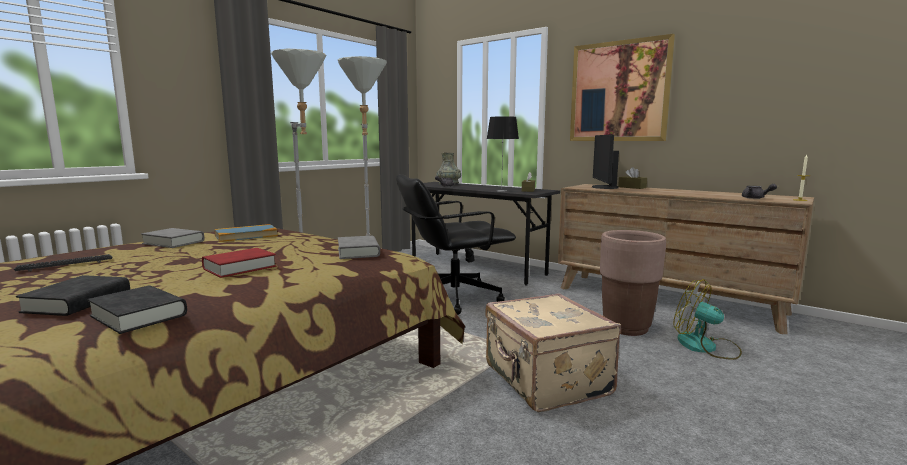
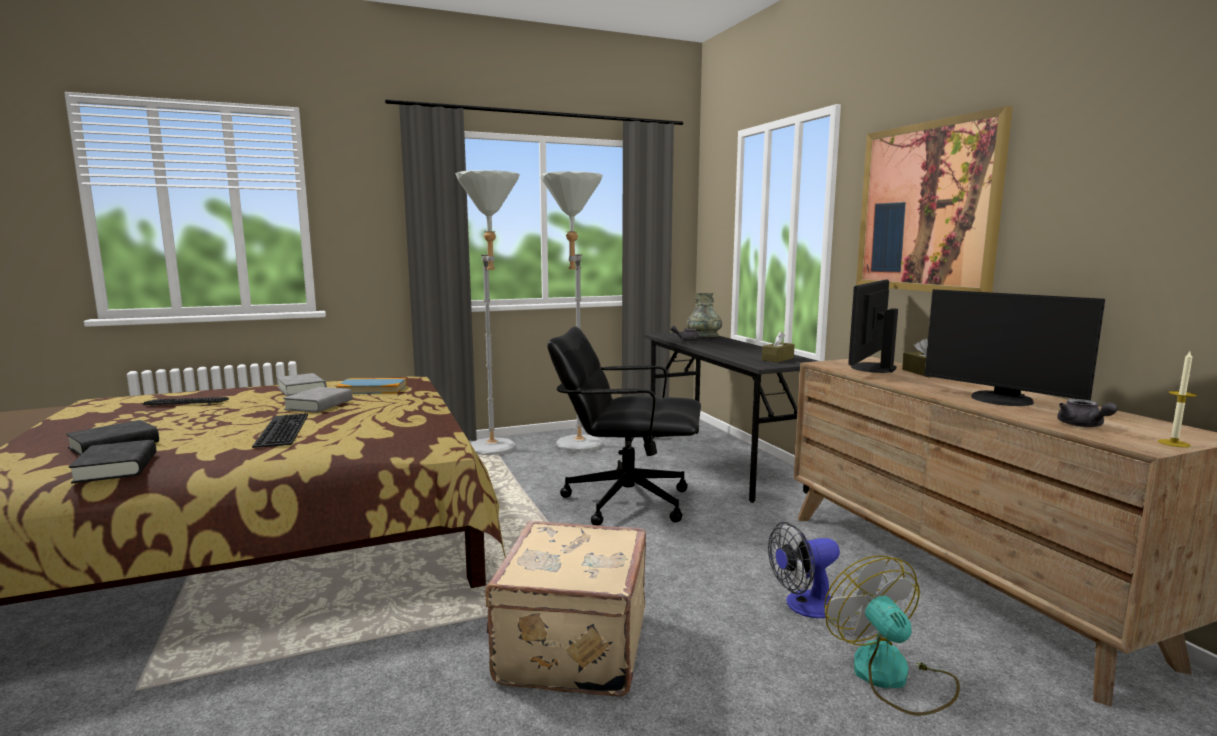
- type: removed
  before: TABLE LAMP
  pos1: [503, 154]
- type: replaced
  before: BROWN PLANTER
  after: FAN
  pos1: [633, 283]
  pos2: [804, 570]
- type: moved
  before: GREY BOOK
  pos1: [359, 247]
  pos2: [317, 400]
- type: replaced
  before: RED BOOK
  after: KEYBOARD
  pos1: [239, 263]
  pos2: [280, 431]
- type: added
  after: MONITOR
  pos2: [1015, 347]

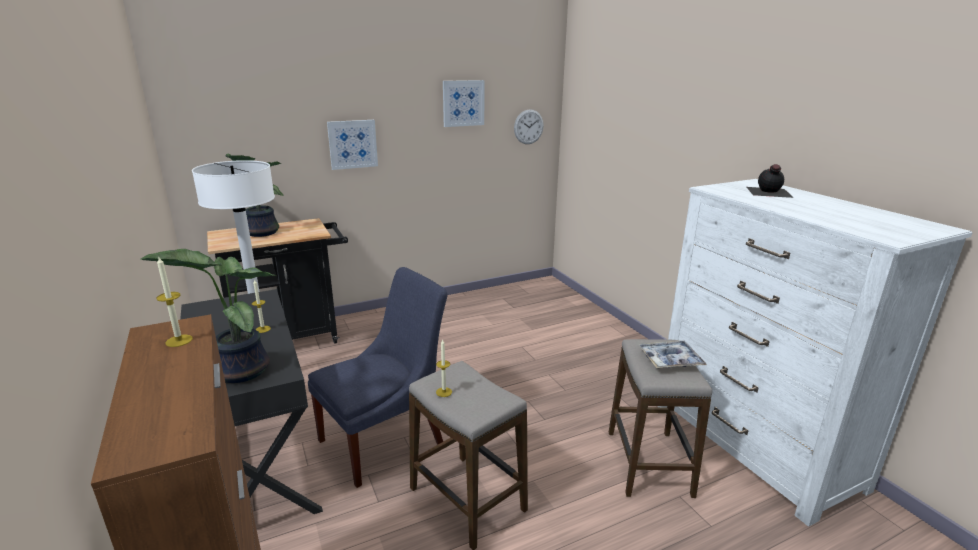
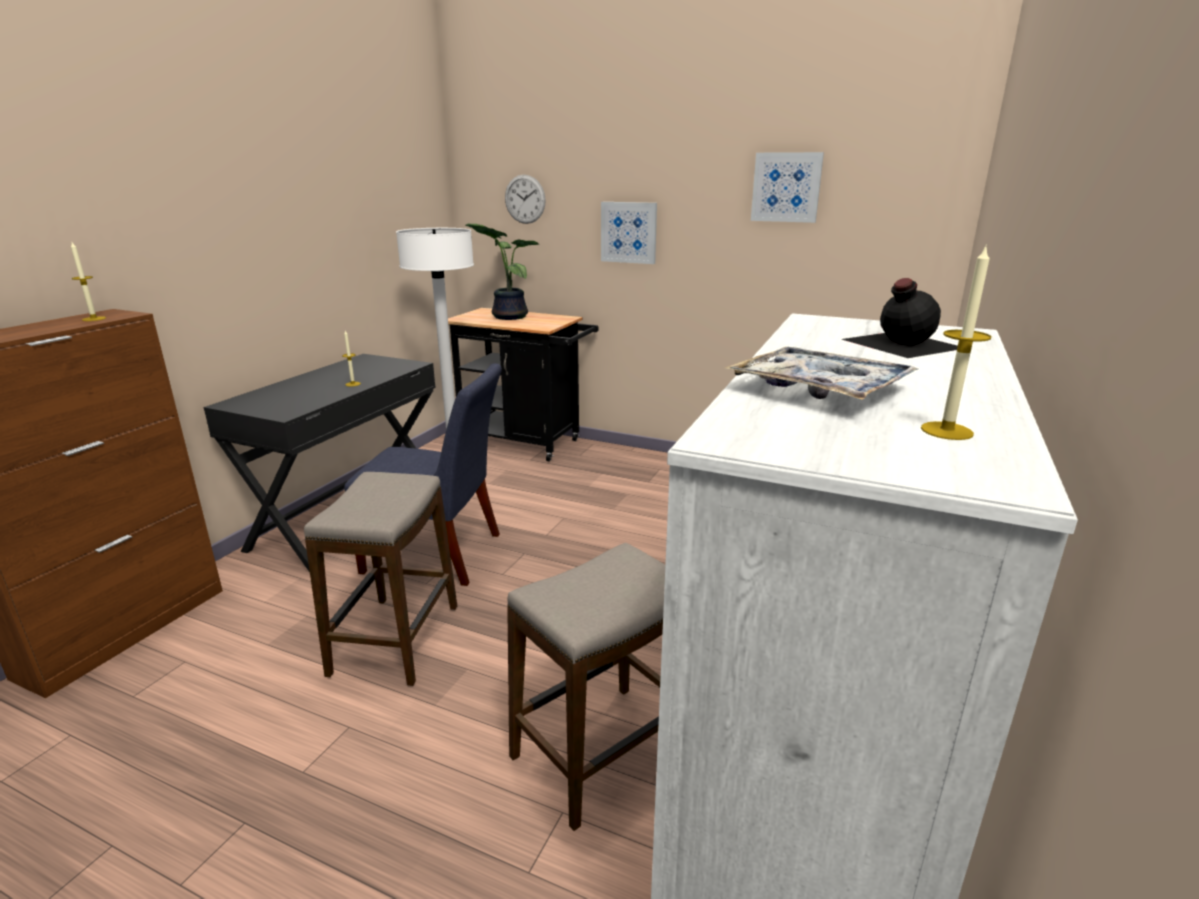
- type: moved
  before: WALL CLOCK
  pos1: [529, 126]
  pos2: [525, 199]
- type: removed
  before: POTTED PLANT
  pos1: [208, 316]
- type: moved
  before: CANDLE
  pos1: [444, 368]
  pos2: [956, 343]
- type: moved
  before: TRAY
  pos1: [672, 355]
  pos2: [821, 373]

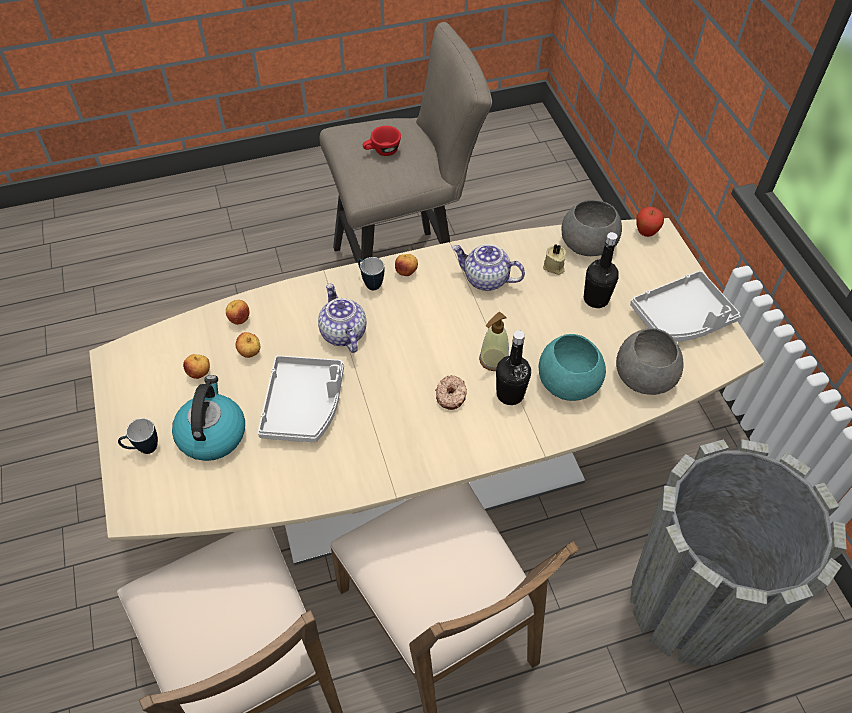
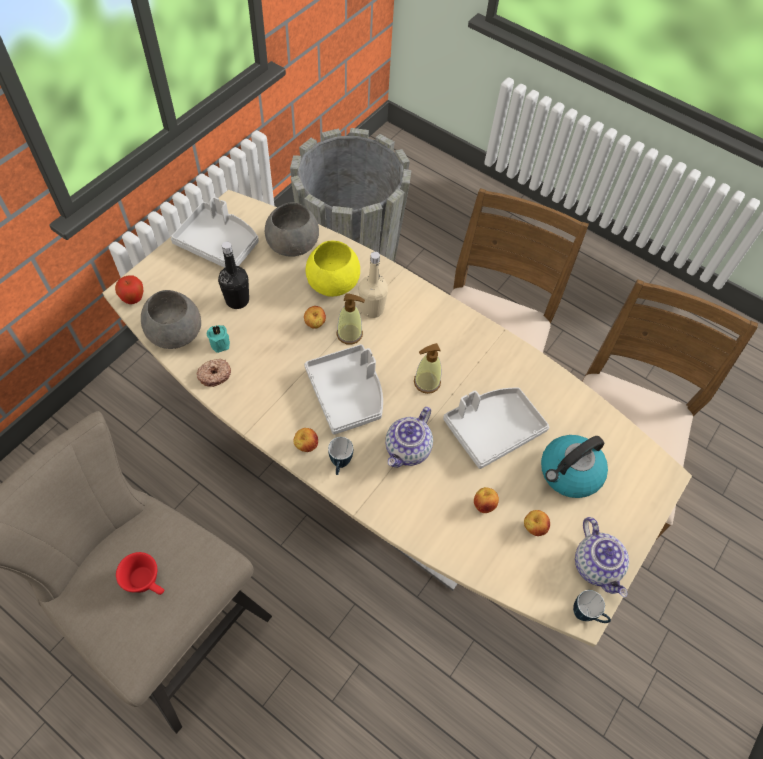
- type: moved
  before: TEAPOT
  pos1: [488, 267]
  pos2: [602, 557]
- type: recoloured
  before: BEIGE CANDLE
  after: TURQUOISE CANDLE
  pos1: [554, 259]
  pos2: [218, 339]
- type: moved
  before: APPLE
  pos1: [237, 312]
  pos2: [315, 317]
- type: recoloured
  before: BLACK BOTTLE
  after: BEIGE BOTTLE
  pos1: [513, 367]
  pos2: [373, 285]
- type: recoloured
  before: TURQUOISE BOWL
  after: YELLOW BOWL
  pos1: [572, 367]
  pos2: [333, 269]
- type: moved
  before: DONUT
  pos1: [451, 392]
  pos2: [213, 373]
- type: moved
  before: MUG
  pos1: [138, 436]
  pos2: [592, 606]
- type: added
  after: SOAP DISPENSER
  pos2: [427, 368]
- type: added
  after: GREY TRAY
  pos2: [343, 389]

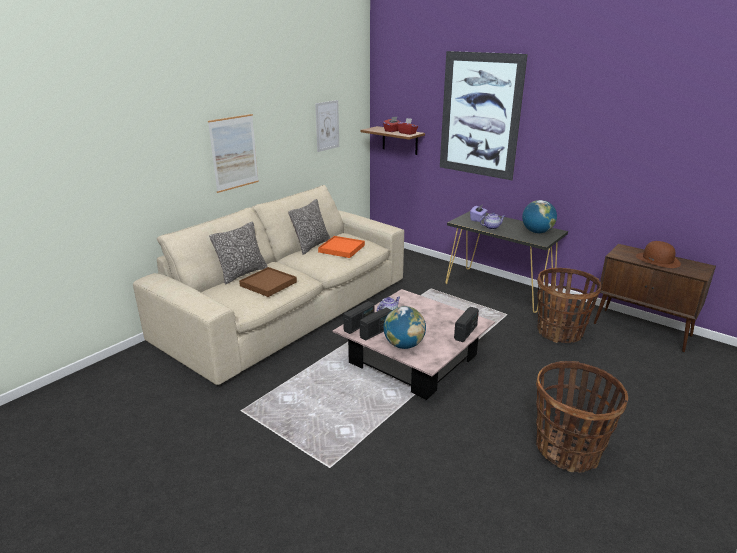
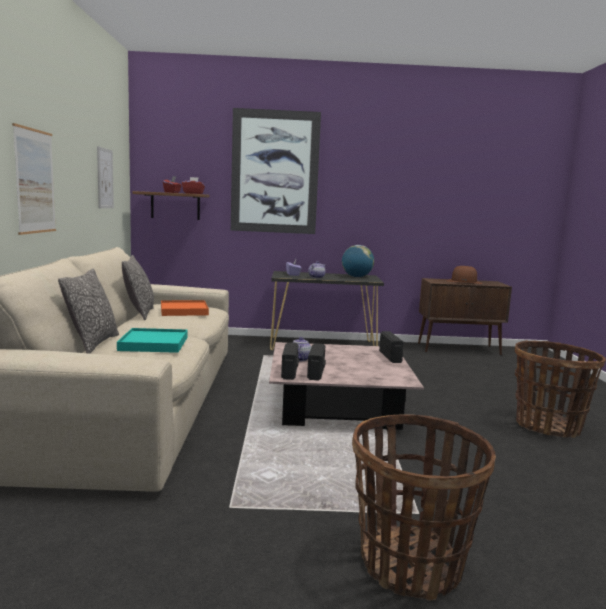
- type: recoloured
  before: BROWN TRAY
  after: TURQUOISE TRAY
  pos1: [268, 282]
  pos2: [152, 340]
- type: moved
  before: BASKET
  pos1: [569, 305]
  pos2: [424, 507]
- type: removed
  before: GLOBE
  pos1: [404, 327]

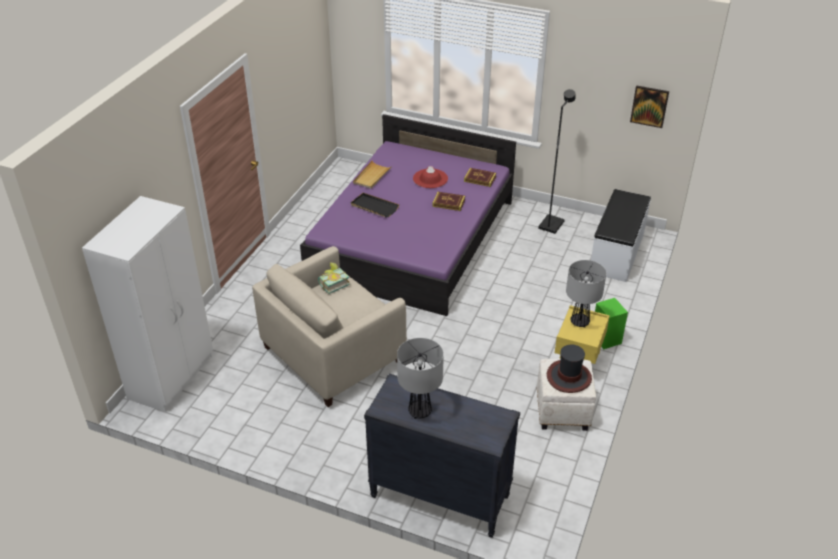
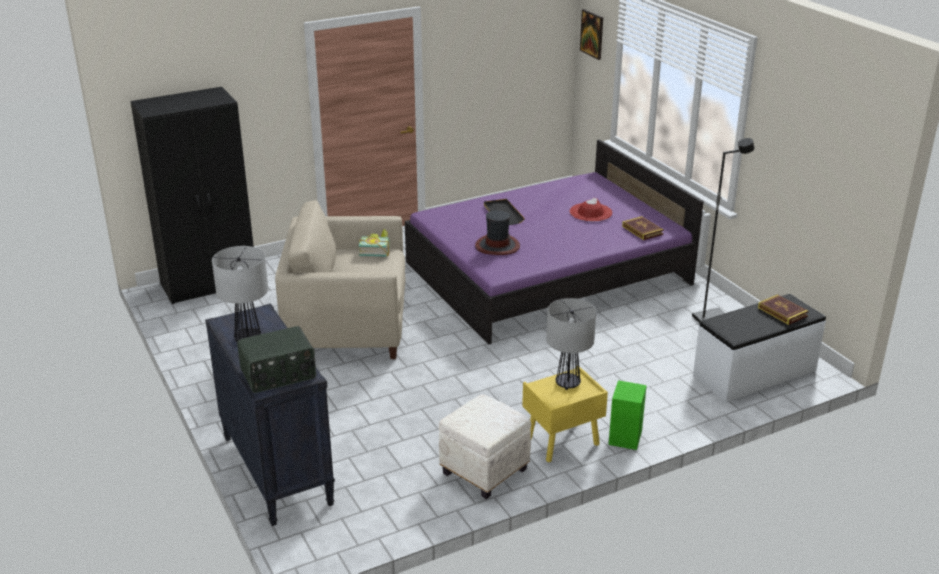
- type: moved
  before: PICTURE
  pos1: [649, 106]
  pos2: [591, 34]
- type: removed
  before: BEIGE TRAY
  pos1: [372, 175]
- type: moved
  before: BOOK
  pos1: [449, 201]
  pos2: [783, 309]
- type: recoloured
  before: WHITE WARDROBE
  after: BLACK WARDROBE
  pos1: [147, 304]
  pos2: [192, 195]
- type: moved
  before: HAT
  pos1: [569, 369]
  pos2: [497, 232]
- type: added
  after: RADIO
  pos2: [276, 359]

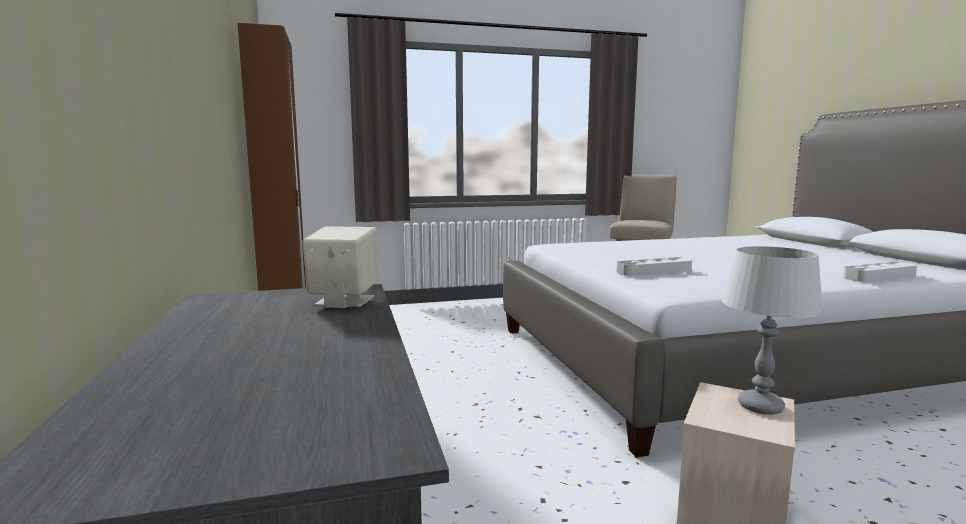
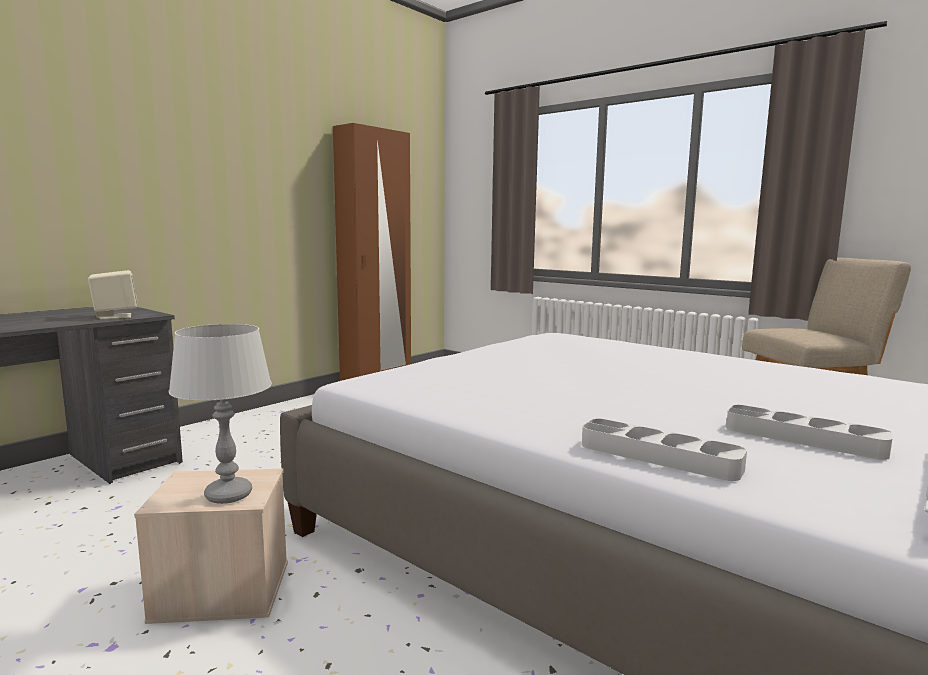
- type: moved
  before: GREY TRAY
  pos1: [654, 266]
  pos2: [809, 432]

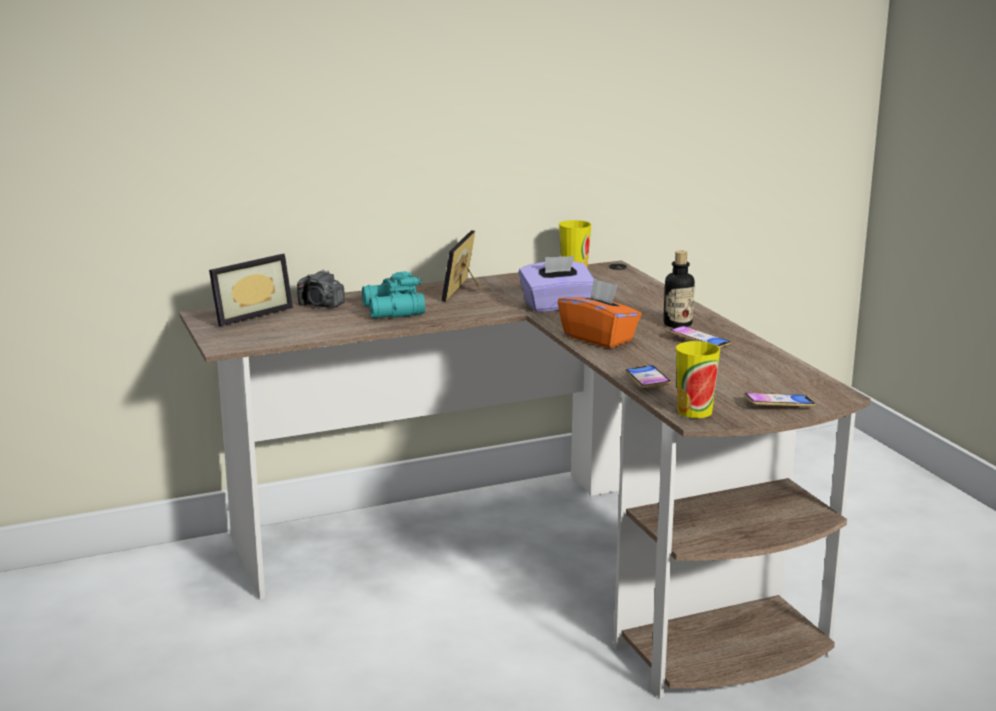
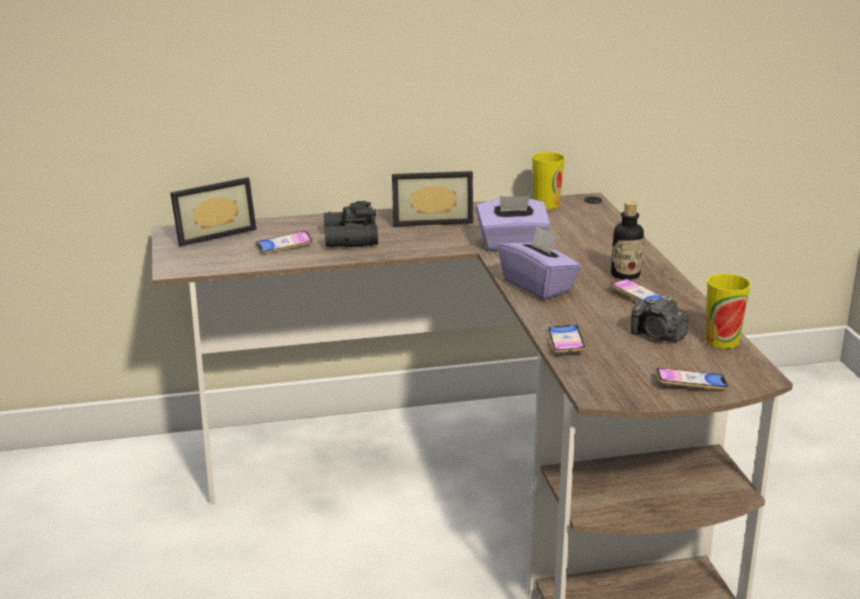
- type: turned
  before: PICTURE FRAME
  pos1: [461, 266]
  pos2: [432, 198]
  turn: -120
- type: moved
  before: PHOTO CAMERA
  pos1: [321, 289]
  pos2: [659, 319]
- type: recoloured
  before: TURQUOISE BINOCULARS
  after: BLACK BINOCULARS
  pos1: [393, 295]
  pos2: [351, 224]
- type: recoloured
  before: ORANGE TISSUE BOX
  after: PURPLE TISSUE BOX
  pos1: [600, 313]
  pos2: [539, 263]
- type: moved
  before: CUP
  pos1: [698, 379]
  pos2: [728, 311]
- type: added
  after: PHONE
  pos2: [284, 242]

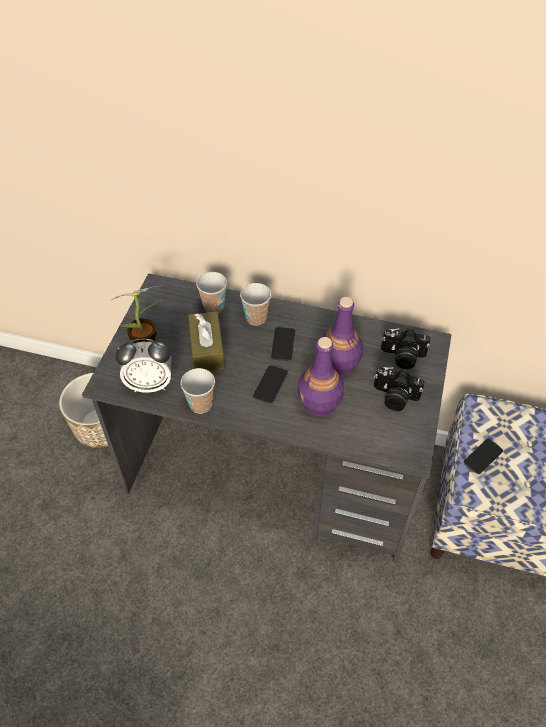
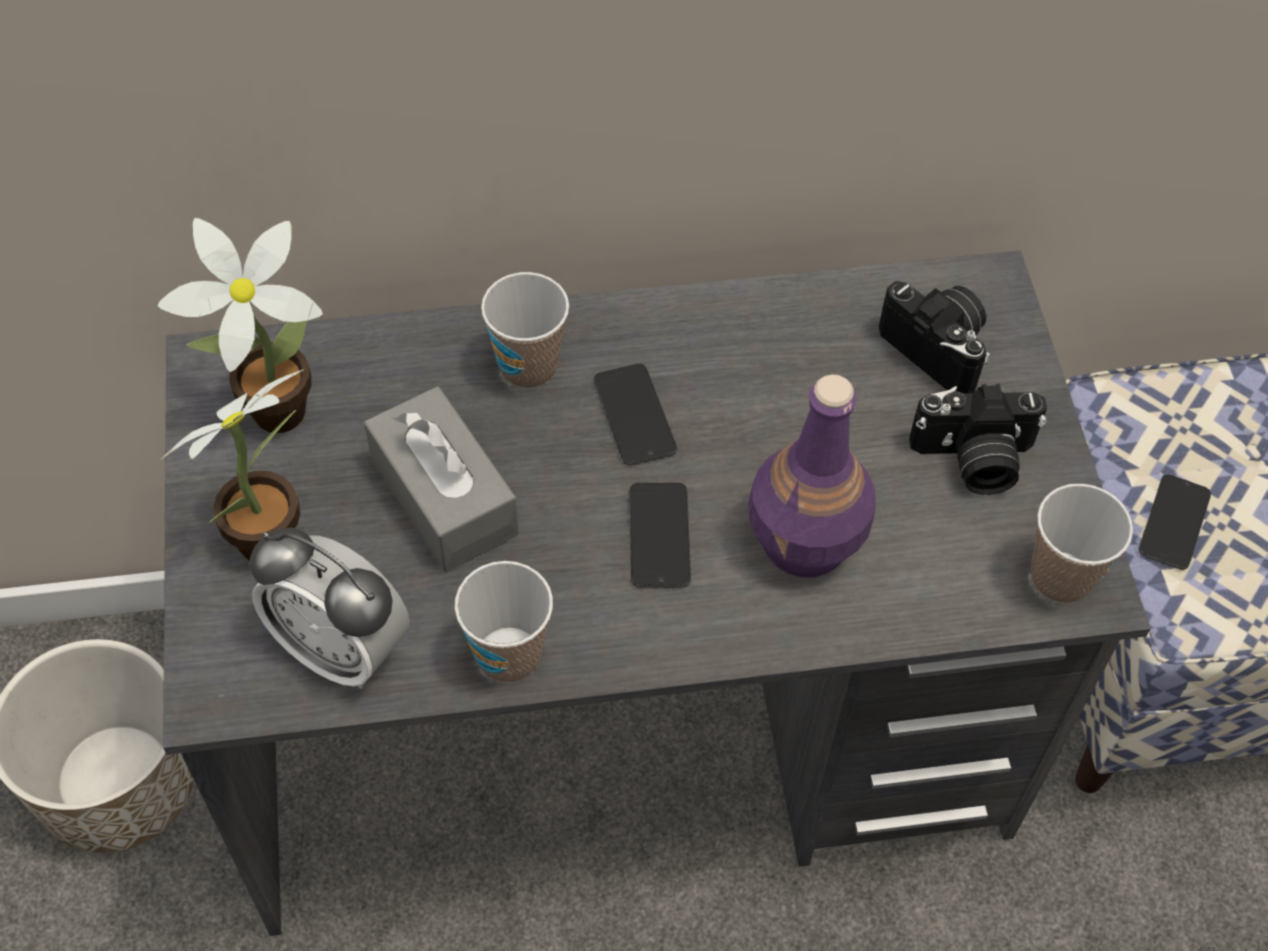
- type: moved
  before: CUP
  pos1: [211, 292]
  pos2: [1082, 544]
- type: removed
  before: PURPLE BOTTLE
  pos1: [342, 336]
- type: recoloured
  before: BROWN TISSUE BOX
  after: GREY TISSUE BOX
  pos1: [206, 341]
  pos2: [441, 479]
- type: turned
  before: PHOTO CAMERA
  pos1: [405, 348]
  pos2: [934, 337]
  turn: -120
- type: turned
  before: ALARM CLOCK
  pos1: [143, 366]
  pos2: [329, 608]
  turn: 60
- type: added
  after: POTTED PLANT
  pos2: [240, 325]

